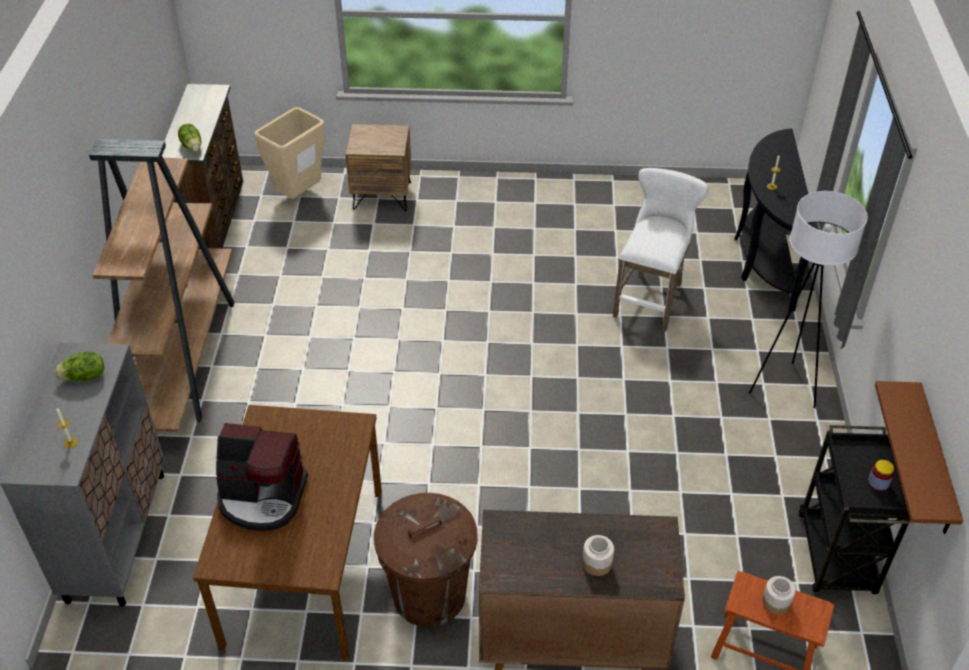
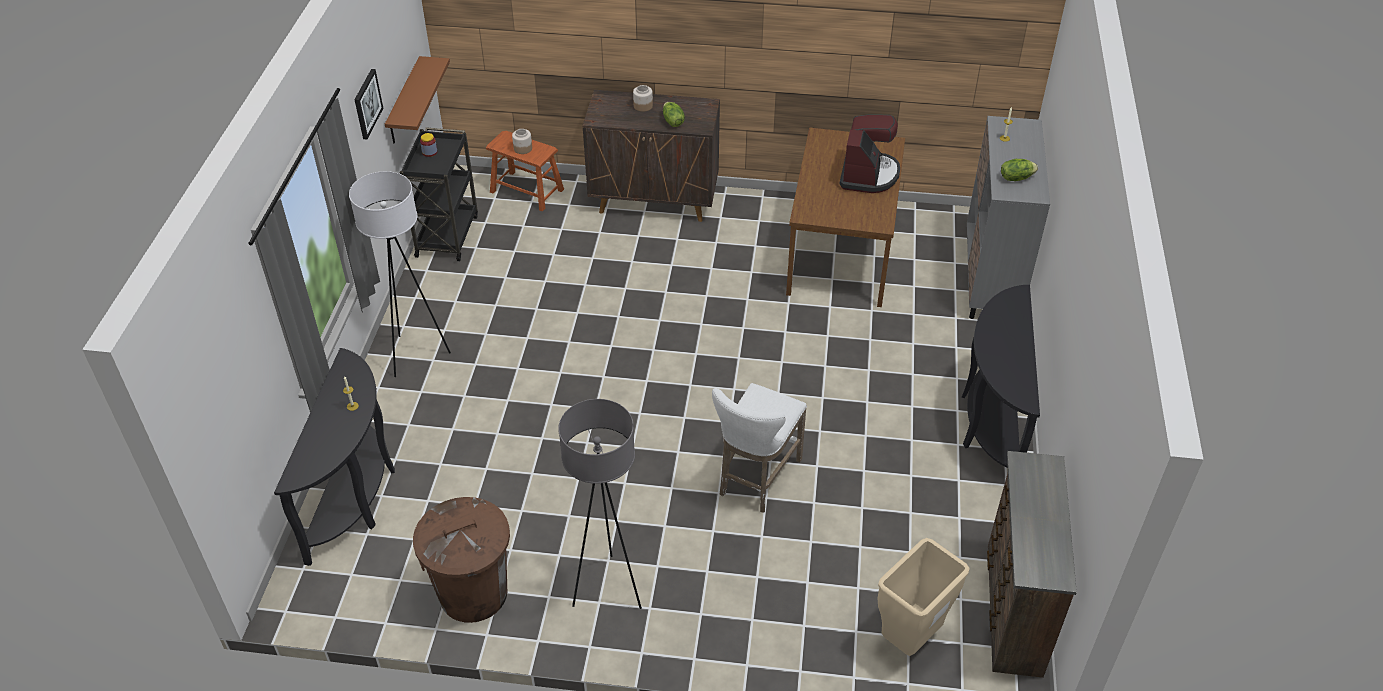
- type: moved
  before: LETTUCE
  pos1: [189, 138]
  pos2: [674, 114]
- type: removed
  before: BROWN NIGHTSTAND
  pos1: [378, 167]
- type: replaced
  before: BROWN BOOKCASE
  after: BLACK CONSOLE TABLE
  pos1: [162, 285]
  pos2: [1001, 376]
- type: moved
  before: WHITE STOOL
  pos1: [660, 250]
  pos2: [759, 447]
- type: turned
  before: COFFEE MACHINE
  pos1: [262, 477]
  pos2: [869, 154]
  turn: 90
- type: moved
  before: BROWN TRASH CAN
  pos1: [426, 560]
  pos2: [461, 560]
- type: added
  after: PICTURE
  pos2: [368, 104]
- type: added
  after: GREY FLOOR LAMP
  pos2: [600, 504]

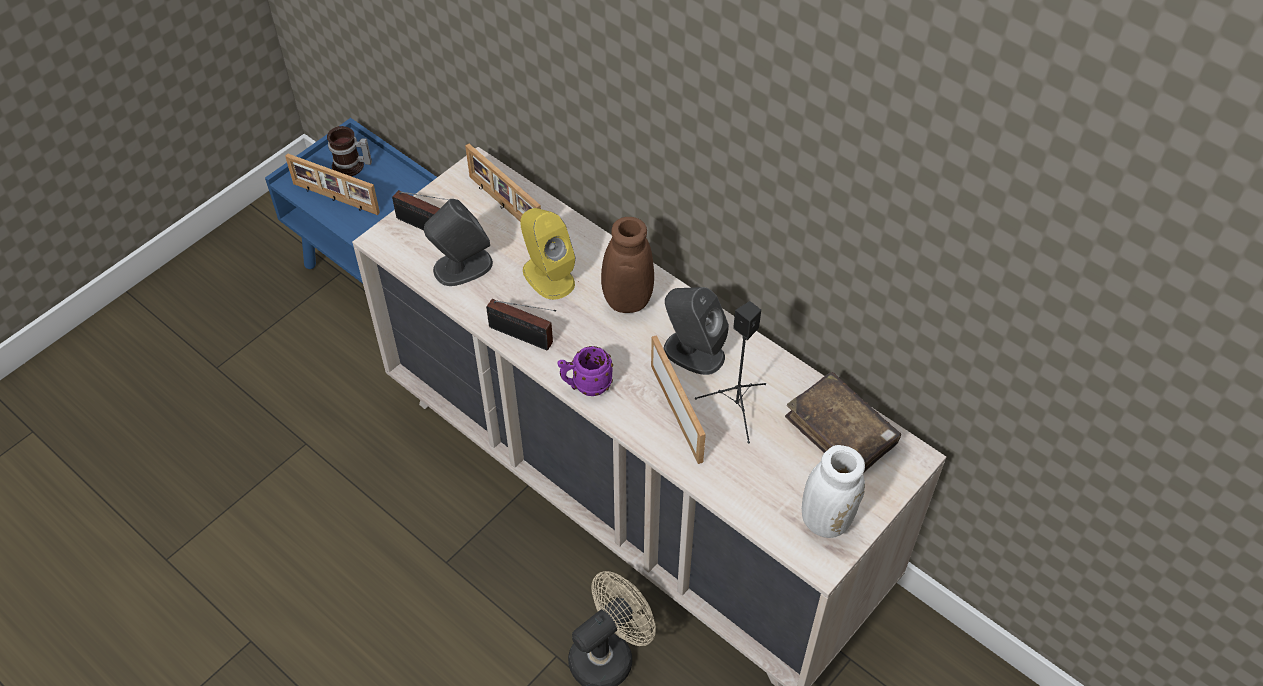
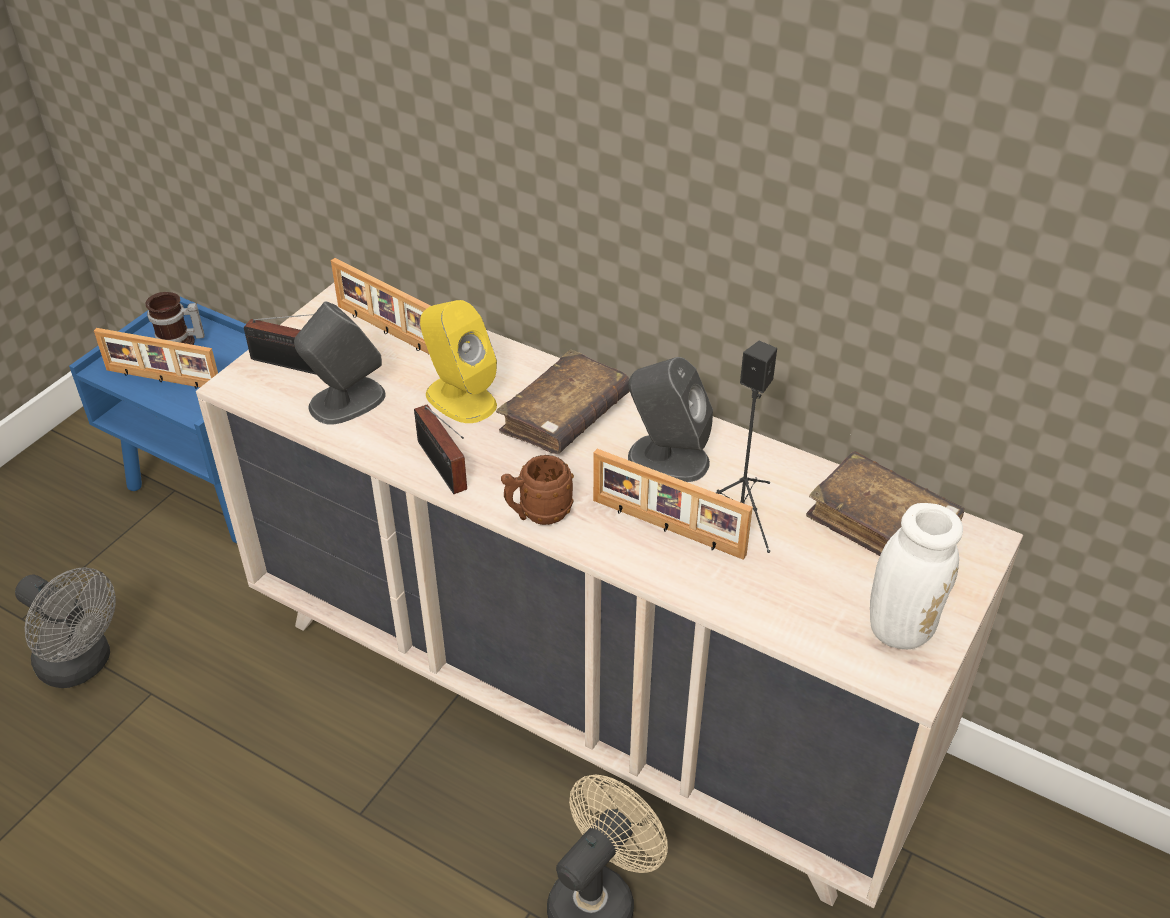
- type: replaced
  before: BROWN VASE
  after: BROWN BOOK
  pos1: [615, 265]
  pos2: [563, 402]
- type: turned
  before: RADIO
  pos1: [521, 324]
  pos2: [440, 449]
  turn: 45
- type: turned
  before: PICTURE FRAME
  pos1: [678, 399]
  pos2: [673, 504]
  turn: 150
- type: recoloured
  before: PURPLE MUG
  after: BROWN MUG
  pos1: [585, 371]
  pos2: [537, 490]
- type: added
  after: GREY FAN
  pos2: [65, 627]

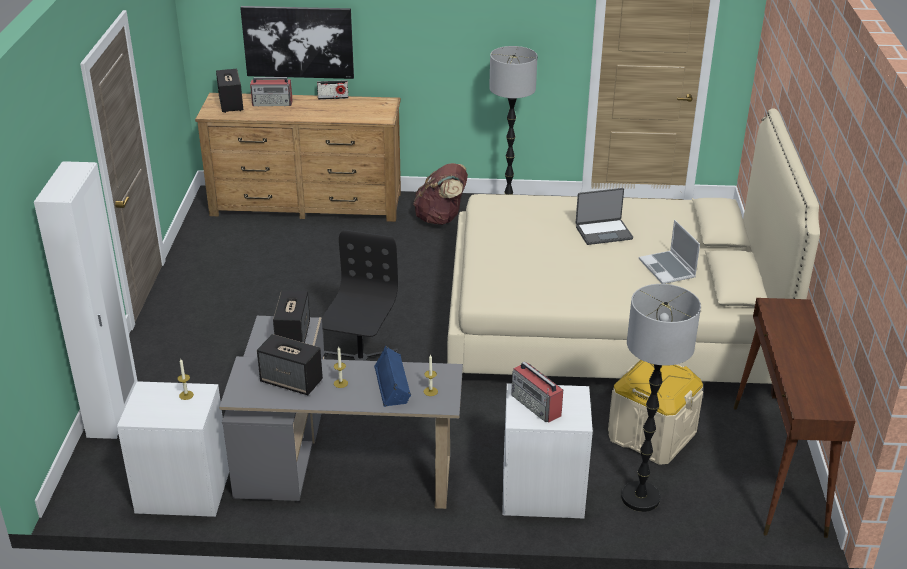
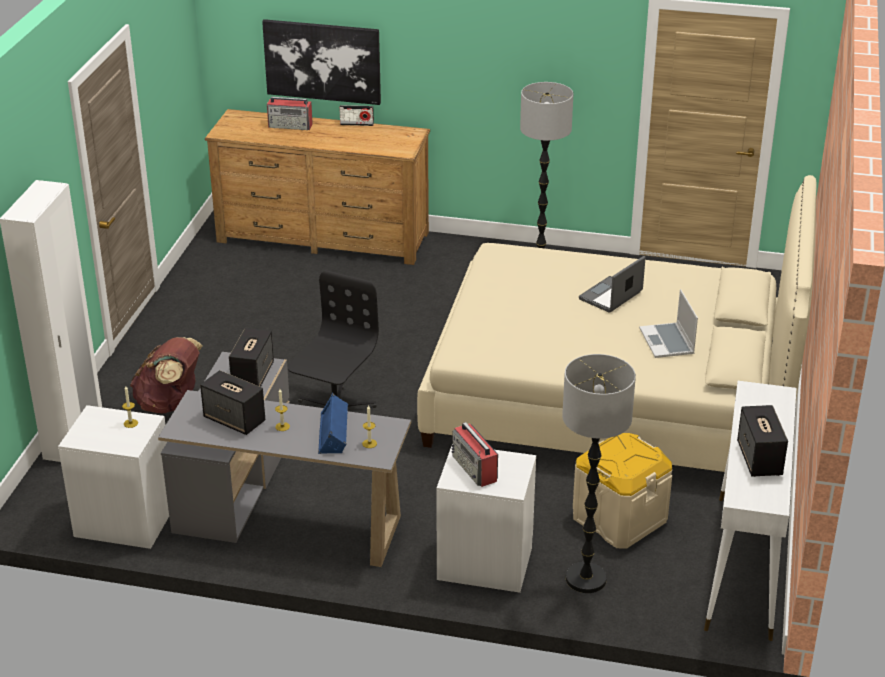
- type: moved
  before: SPEAKER
  pos1: [229, 91]
  pos2: [762, 441]
- type: moved
  before: BROWN BACKPACK
  pos1: [440, 194]
  pos2: [166, 375]
- type: turned
  before: LAPTOP
  pos1: [604, 216]
  pos2: [612, 284]
  turn: 135
- type: recoloured
  before: BROWN CONSOLE TABLE
  after: WHITE CONSOLE TABLE
  pos1: [794, 418]
  pos2: [750, 511]

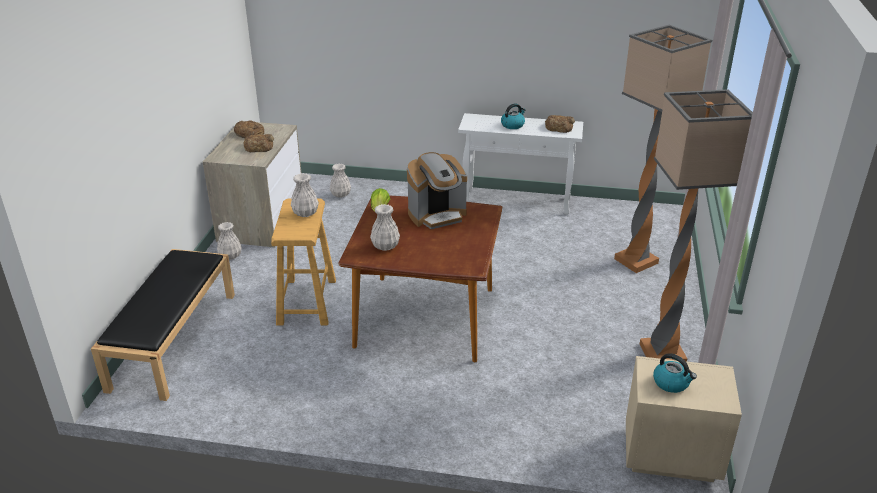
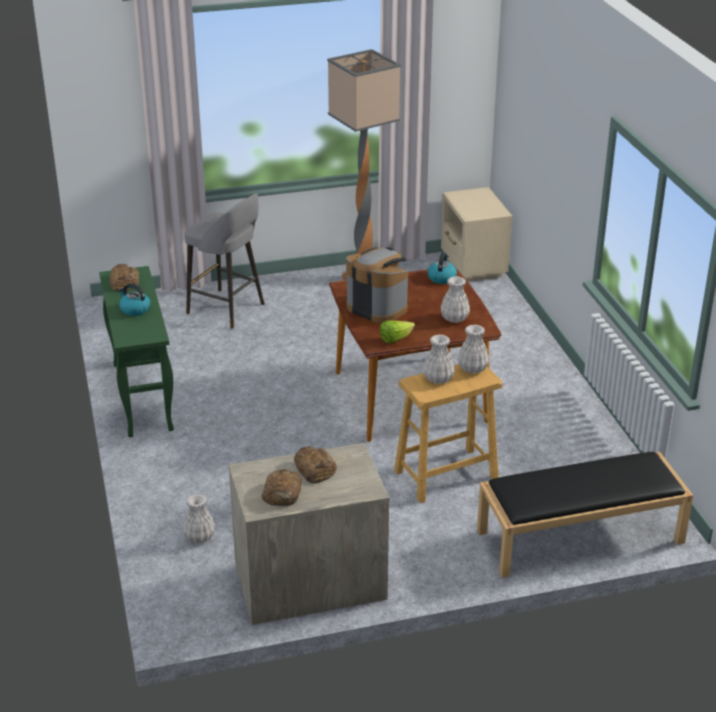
- type: replaced
  before: FLOOR LAMP
  after: GREY STOOL
  pos1: [663, 149]
  pos2: [225, 261]
- type: recoloured
  before: WHITE CONSOLE TABLE
  after: GREEN CONSOLE TABLE
  pos1: [520, 164]
  pos2: [136, 351]
- type: moved
  before: WHITE VASE
  pos1: [229, 241]
  pos2: [473, 349]
- type: moved
  before: KETTLE
  pos1: [675, 373]
  pos2: [442, 268]

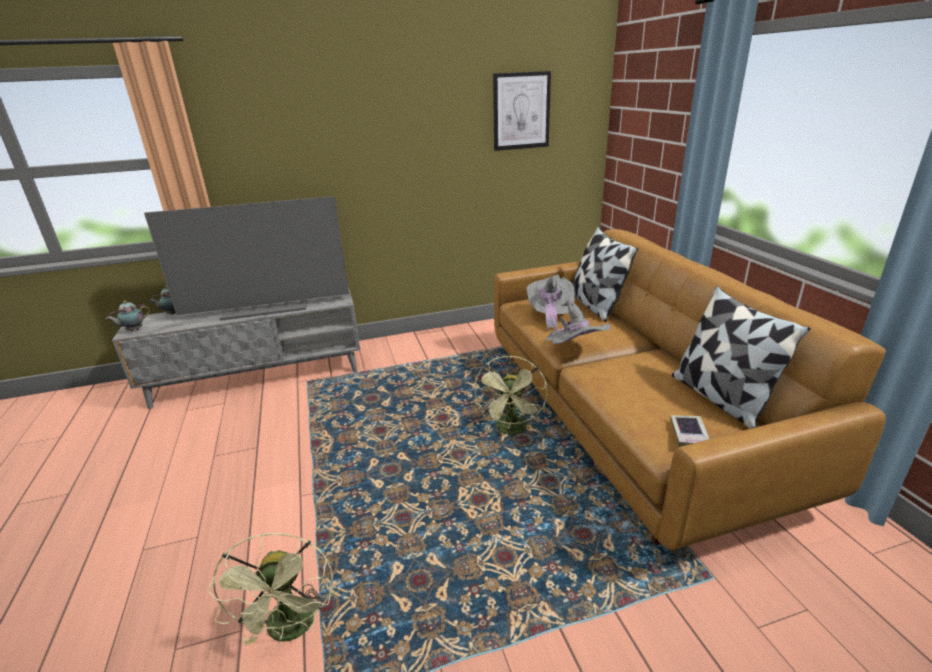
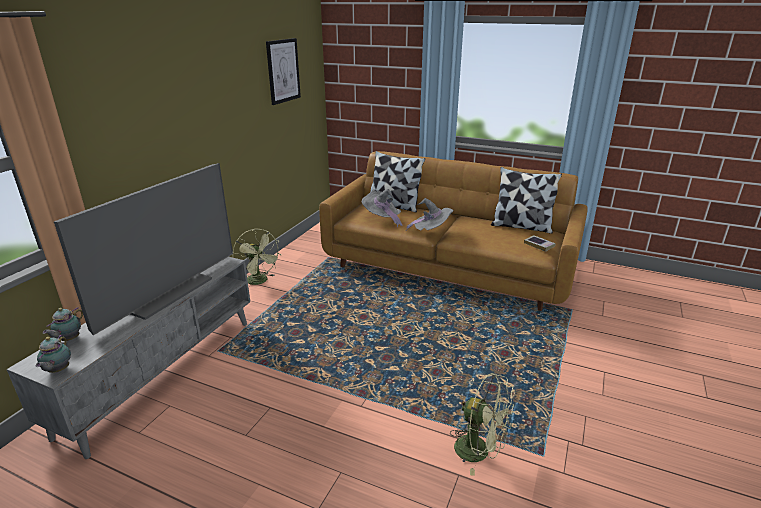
- type: moved
  before: GREEN FAN
  pos1: [510, 395]
  pos2: [255, 257]

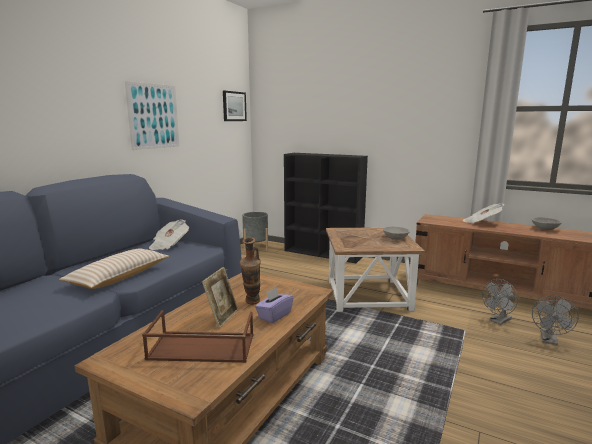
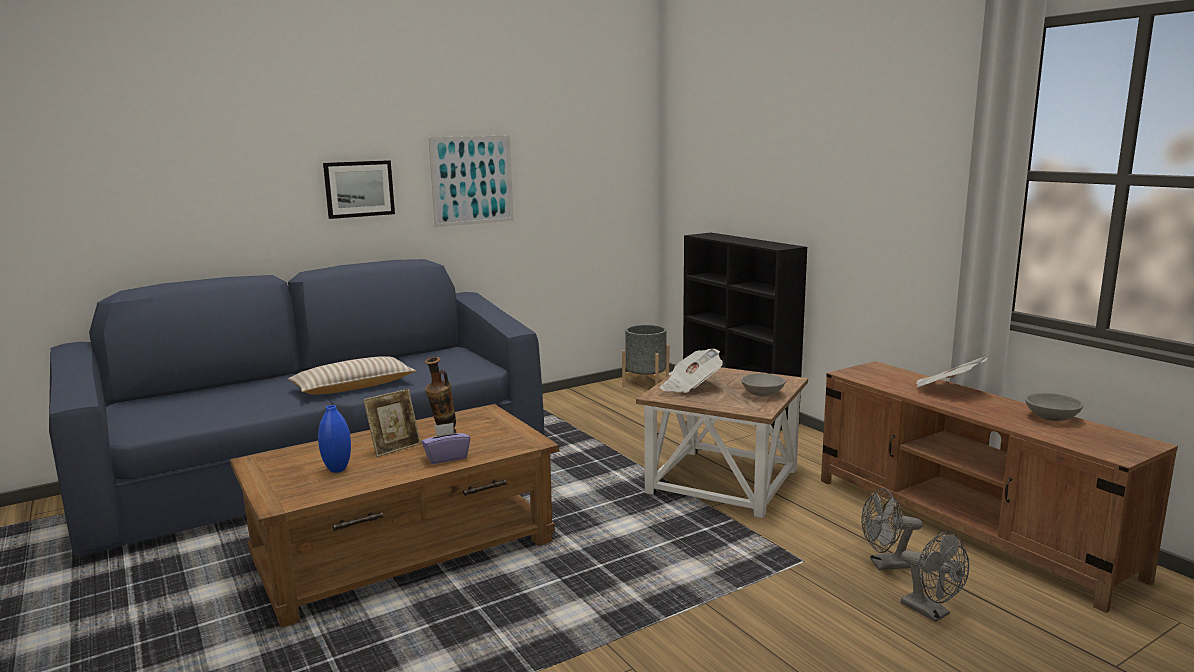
- type: moved
  before: PICTURE
  pos1: [235, 106]
  pos2: [359, 189]
- type: moved
  before: NEWSPAPER
  pos1: [169, 234]
  pos2: [691, 371]
- type: turned
  before: GREY FAN
  pos1: [555, 320]
  pos2: [935, 577]
  turn: -90
- type: replaced
  before: BROWN TRAY
  after: BLUE VASE
  pos1: [198, 336]
  pos2: [334, 439]

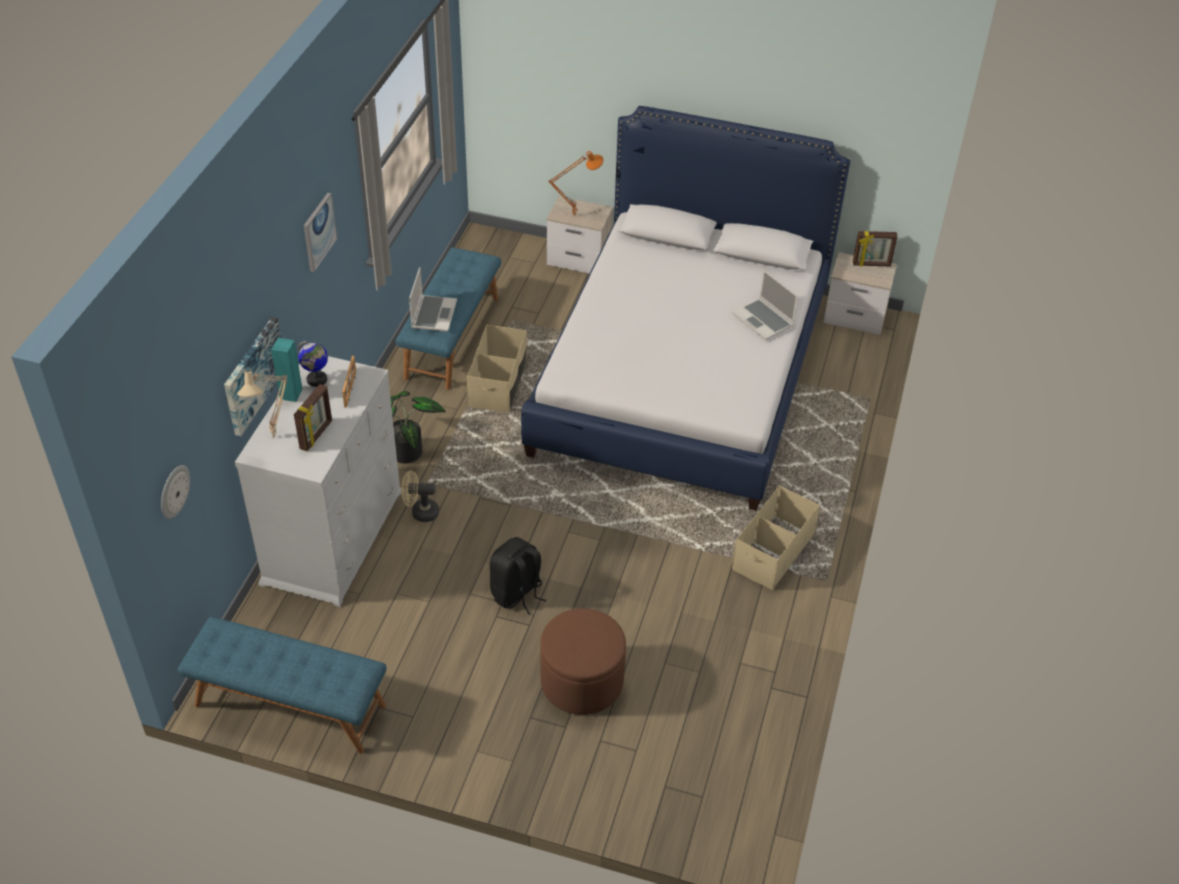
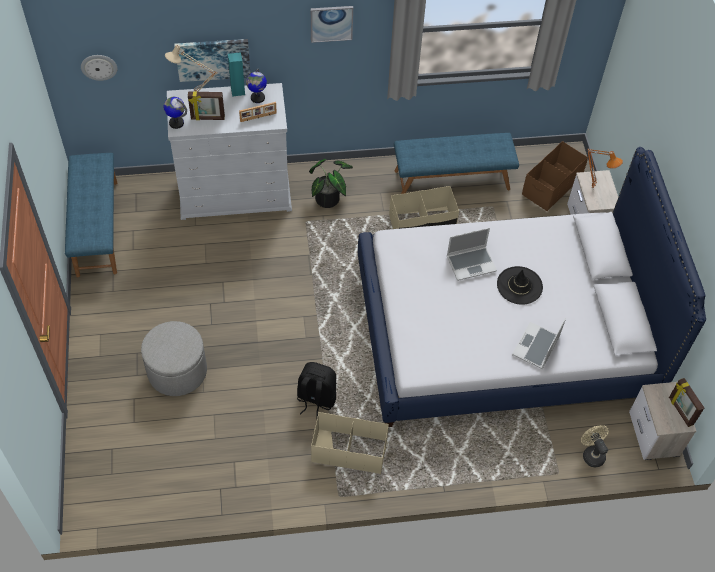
- type: moved
  before: LAPTOP
  pos1: [433, 299]
  pos2: [472, 254]
- type: moved
  before: BEIGE FAN
  pos1: [420, 496]
  pos2: [595, 446]
- type: moved
  before: BLACK BACKPACK
  pos1: [518, 576]
  pos2: [317, 389]
- type: recoloured
  before: BROWN OTTOMAN
  after: GREY OTTOMAN
  pos1: [583, 662]
  pos2: [174, 358]
- type: added
  after: GLOBE
  pos2: [175, 113]
- type: added
  after: BROWN STORAGE BOX
  pos2: [555, 176]
- type: added
  after: BLACK HAT
  pos2: [520, 285]

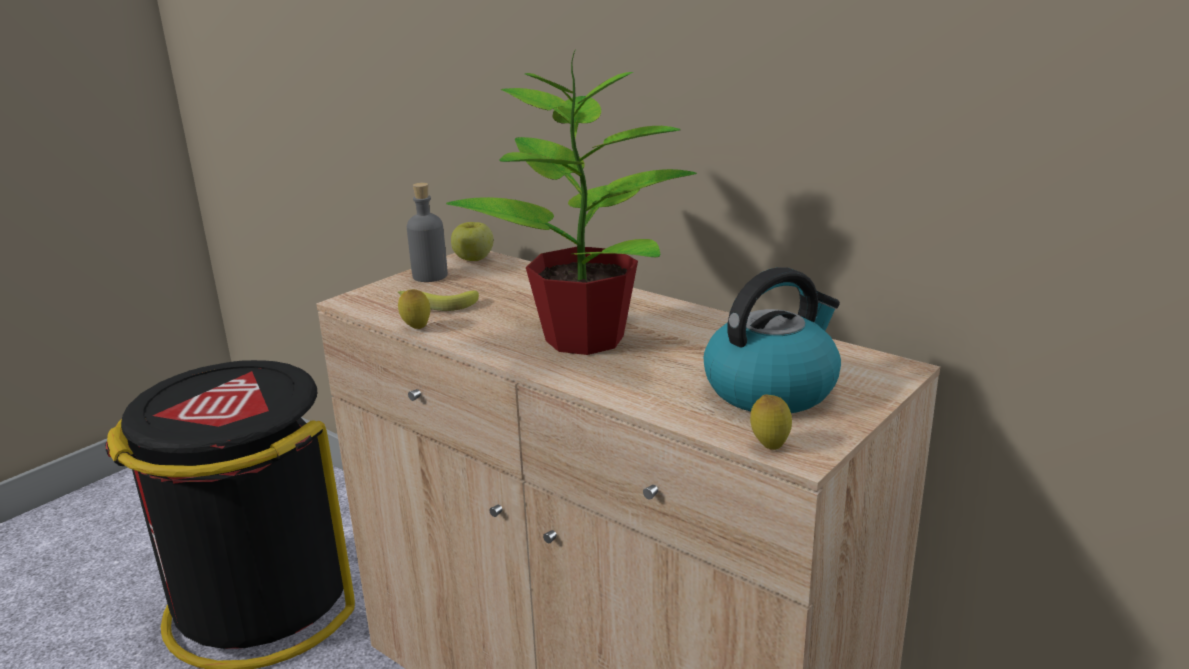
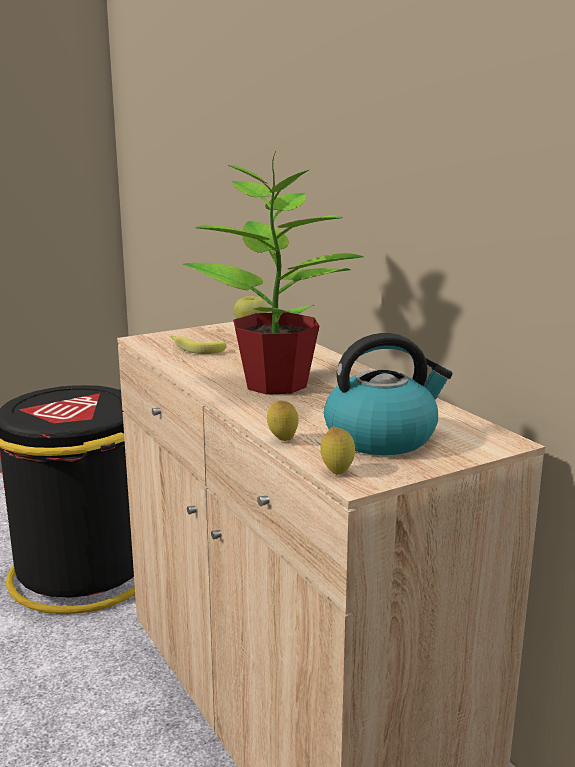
- type: removed
  before: GREY BOTTLE
  pos1: [427, 232]
- type: moved
  before: LEMON
  pos1: [414, 309]
  pos2: [283, 421]

